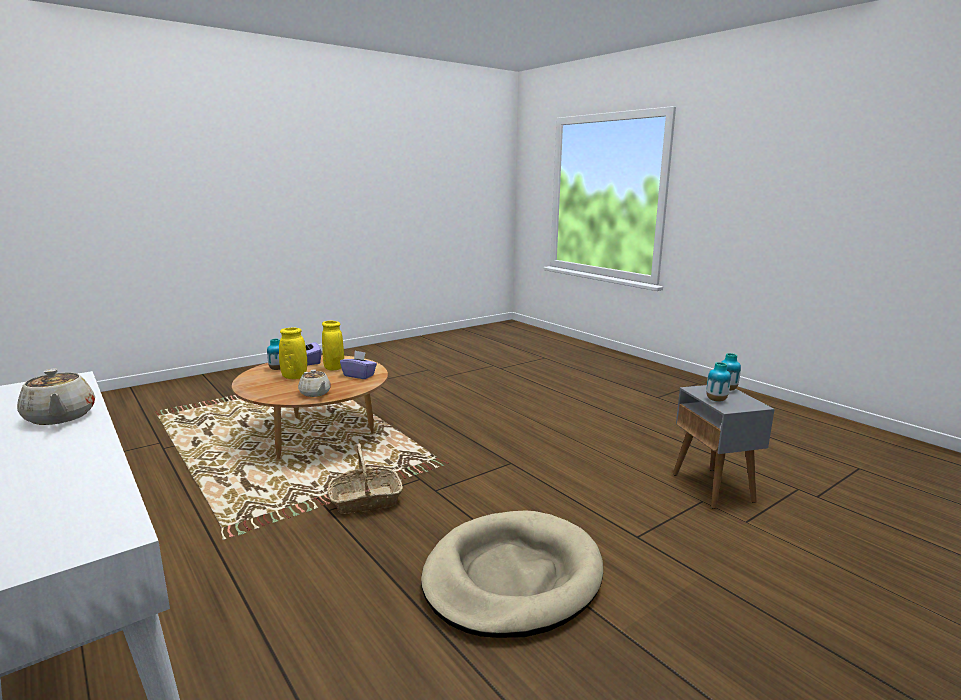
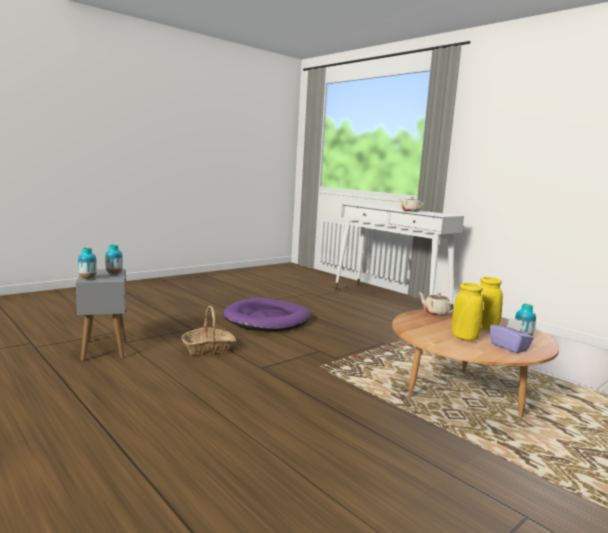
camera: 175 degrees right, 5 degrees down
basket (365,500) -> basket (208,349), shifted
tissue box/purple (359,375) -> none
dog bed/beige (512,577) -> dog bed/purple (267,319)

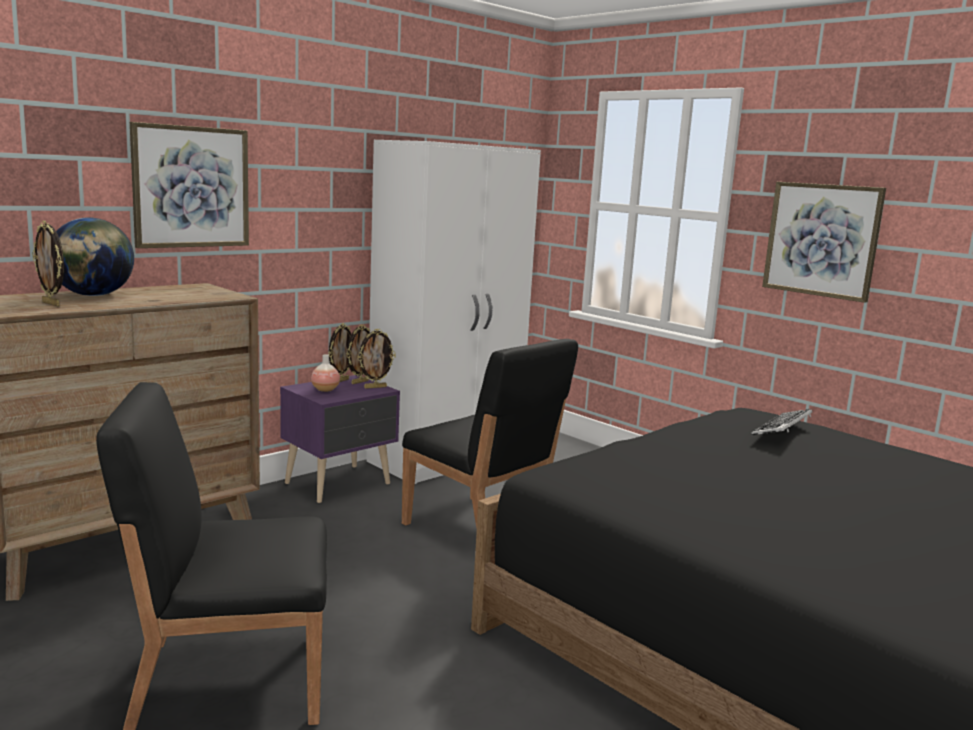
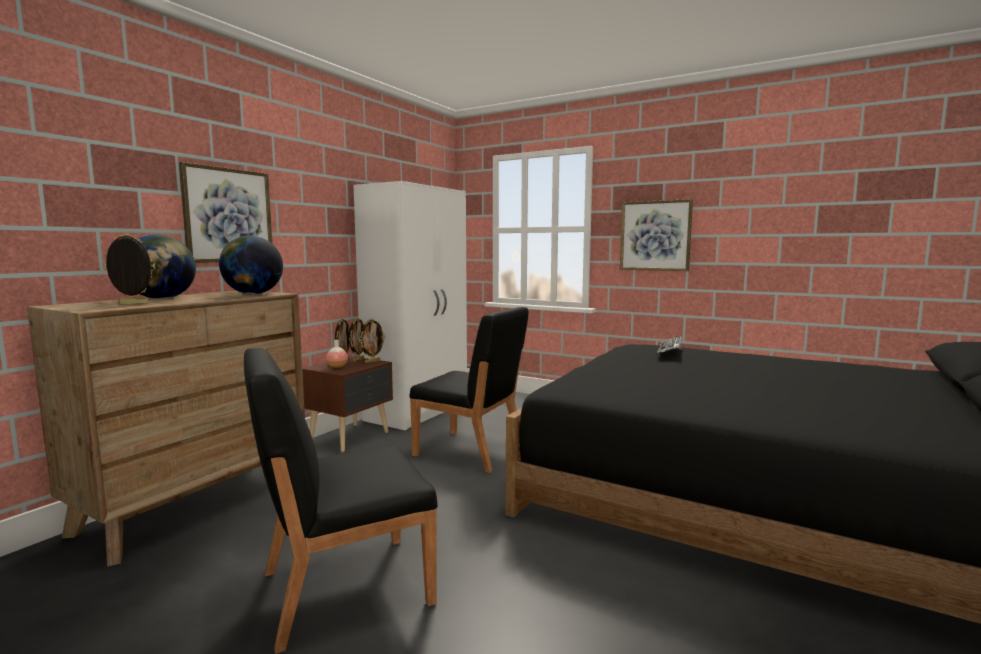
camera: 15 degrees left, 5 degrees down
picture frame (52,304) -> picture frame (132,303), 150 degrees clockwise
nightstand/purple (340,484) -> nightstand/brown (351,437)
none -> globe (253,294)

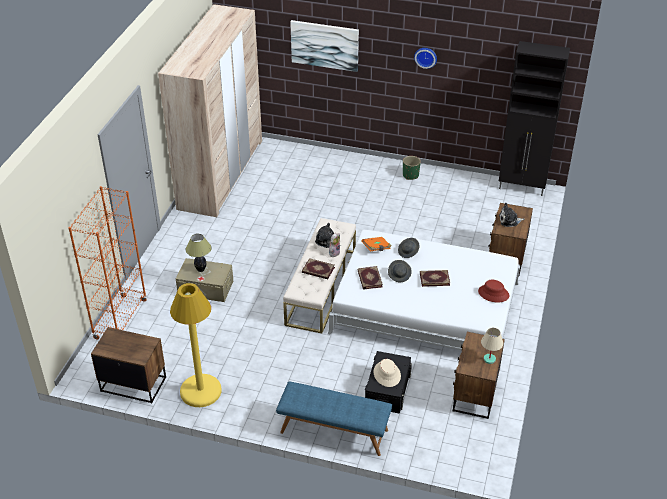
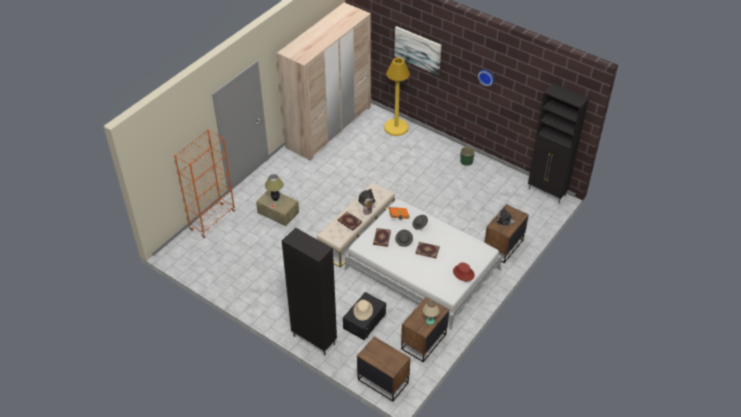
camera: 20 degrees right, 5 degrees up
nightstand/brown (133,384) -> nightstand/brown (383,381), shifted
floor lamp/yellow (200,391) -> floor lamp/yellow (396,127), shifted
bench/blue (334,431) -> cabinet/black (314,339)

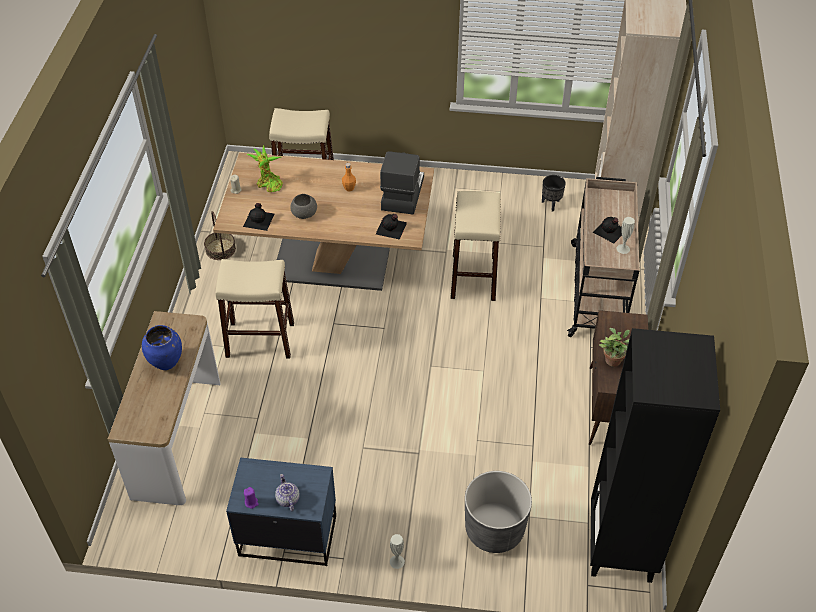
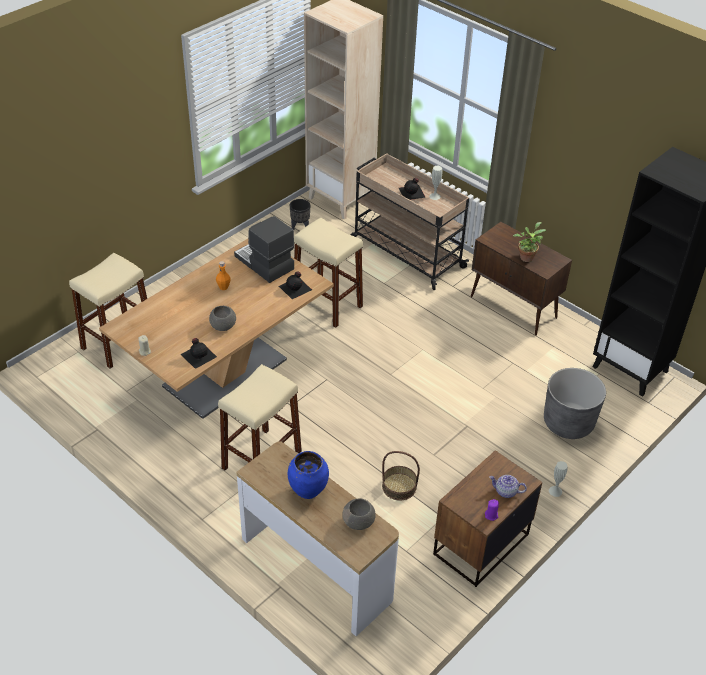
camera: 55 degrees left, 5 degrees down
basket (220,249) -> basket (399,486), shifted
nightstand/blue (287,535) -> nightstand/brown (480,544)
potted plant (268,184) -> none
none -> bowl/grey (359,522)

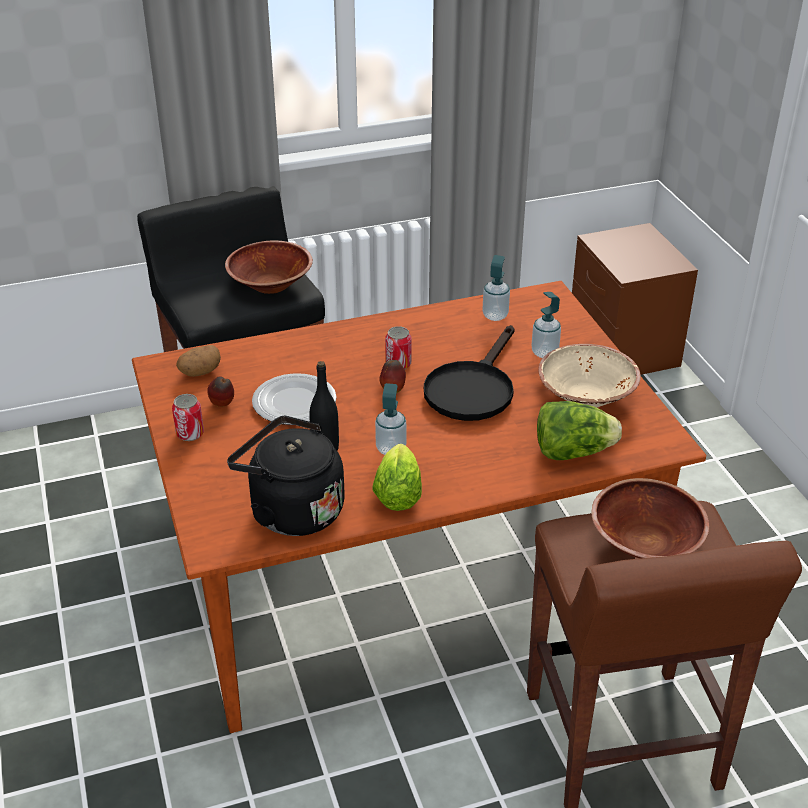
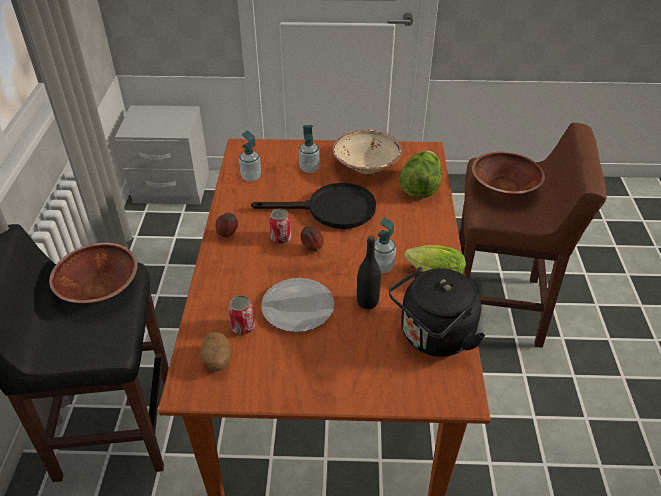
camera: 70 degrees left, 5 degrees up
can (190,434) -> can (243,327), shifted
apple (222,405) -> apple (227,235), shifted
frying pan/black (472,388) -> frying pan/black (331,210), 45 degrees counterclockwise
nightstand/brown (623,347) -> nightstand/grey (172,188)

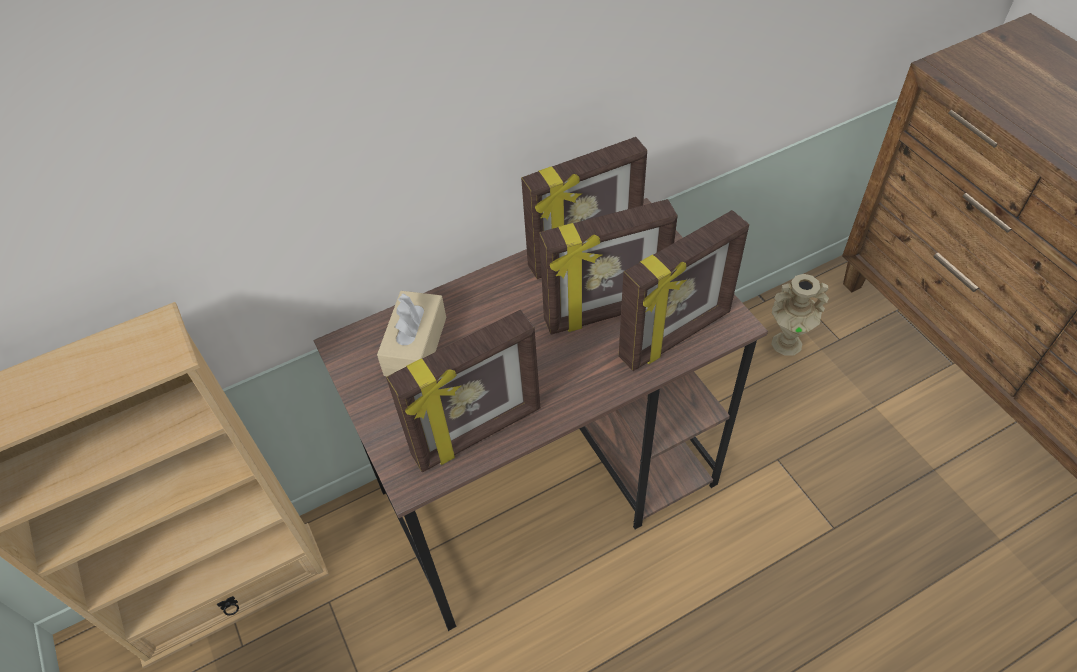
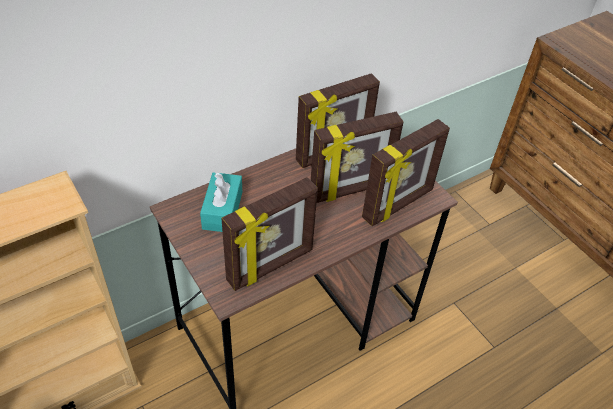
camera: 10 degrees left, 5 degrees down
tissue box/beige (415,346) -> tissue box/turquoise (222,210)
vase/beige (787,343) -> none

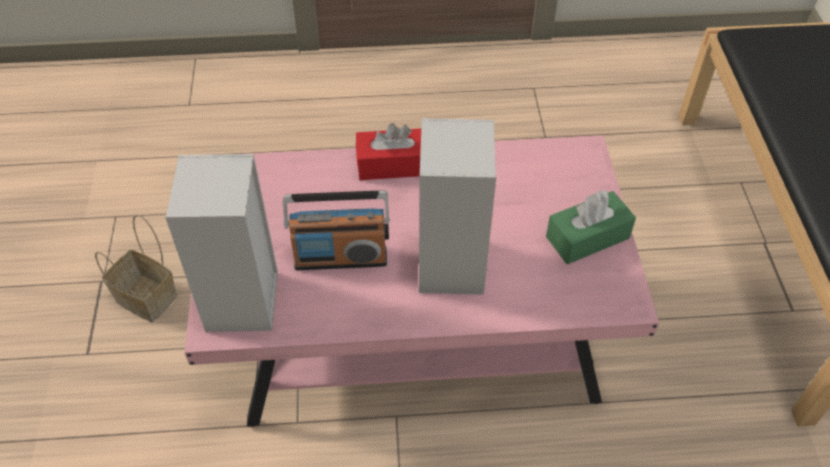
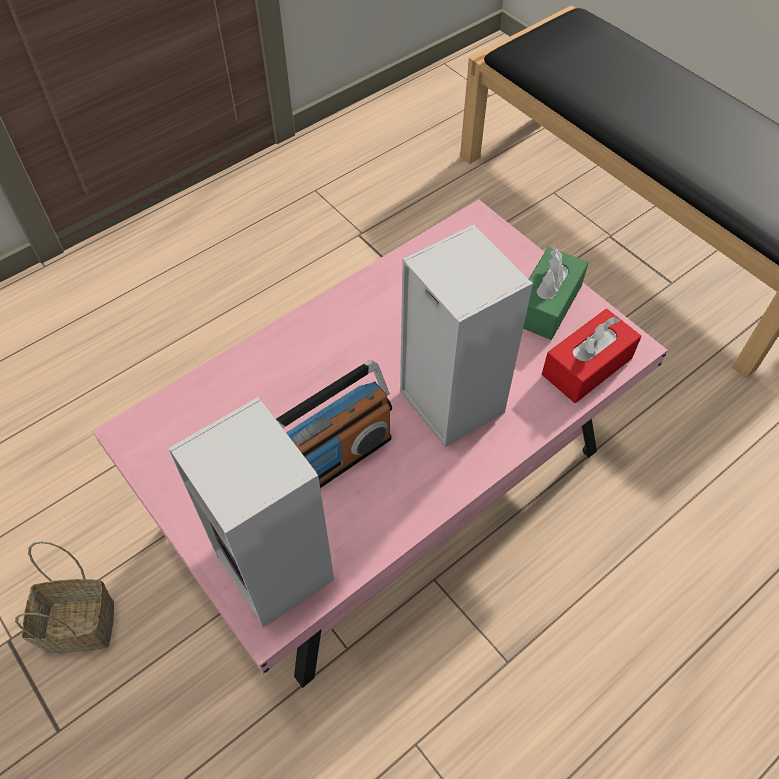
camera: 35 degrees left, 5 degrees up
tissue box/red (393,164) -> tissue box/red (587,366), shifted

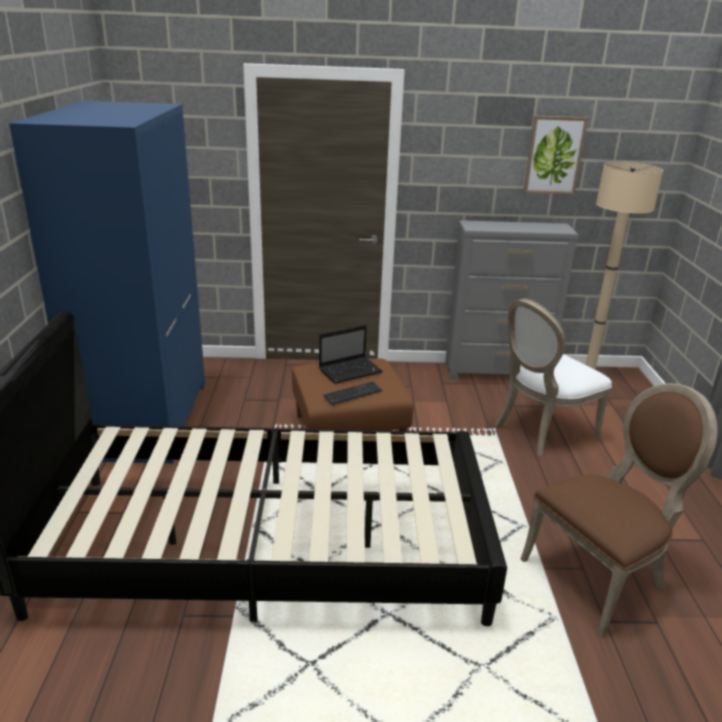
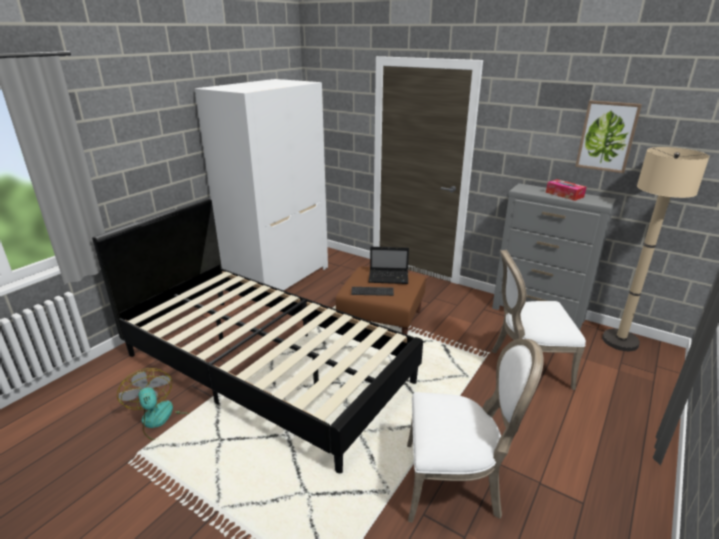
camera: 35 degrees right, 0 degrees up
wardrobe/blue (145,418) -> wardrobe/white (278,278)
chair/brown (599,576) -> chair/white (455,483)
none -> fan (160,421)
none -> tissue box (564,195)

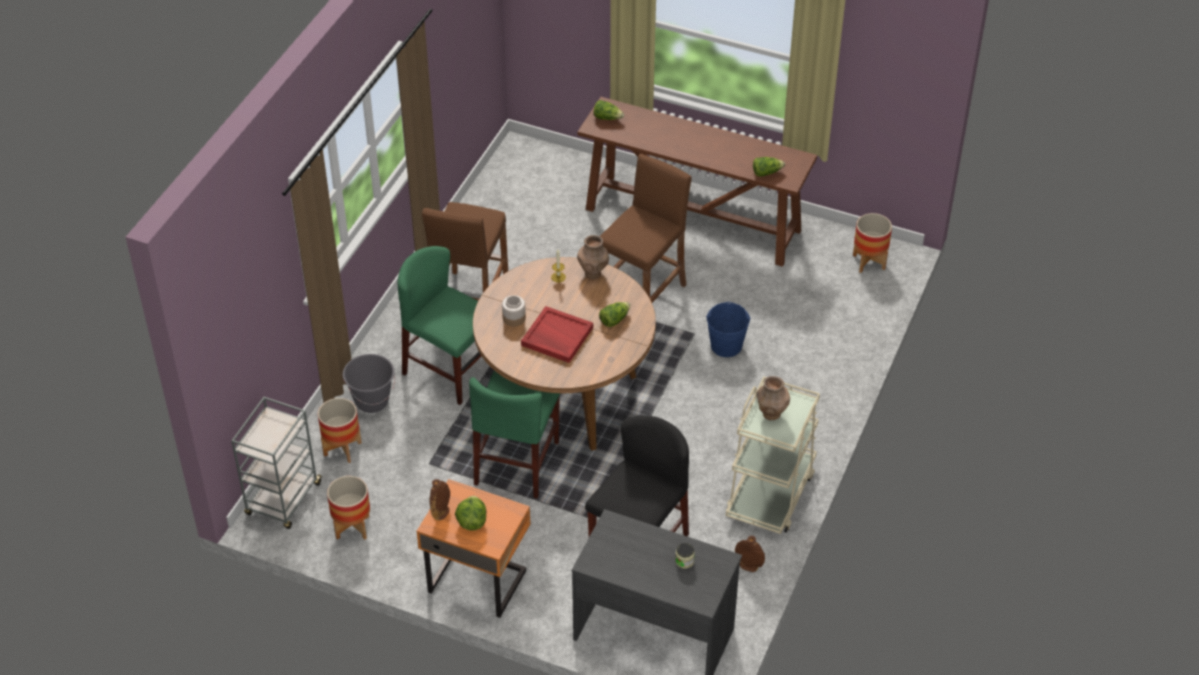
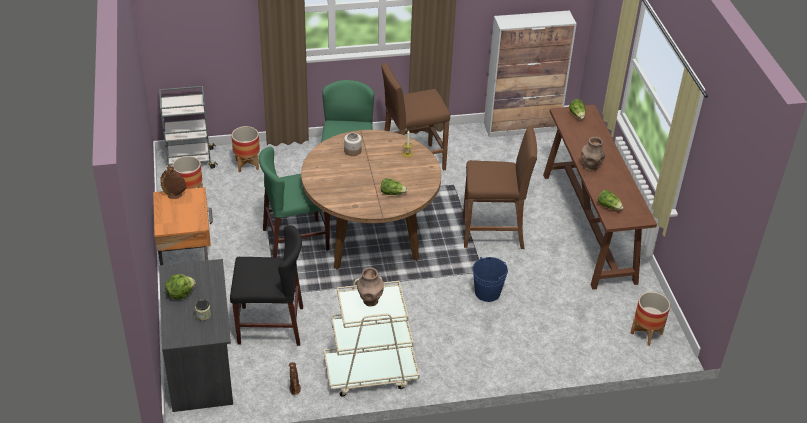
camera: 55 degrees right, 5 degrees down
bucket/grey (372,401) -> none
lettuce (471,522) -> lettuce (180,294), shifted
tray/red (556,337) -> none
vase/brown (593,273) -> vase/brown (590,167), shifted
none -> cabinet (522,127)

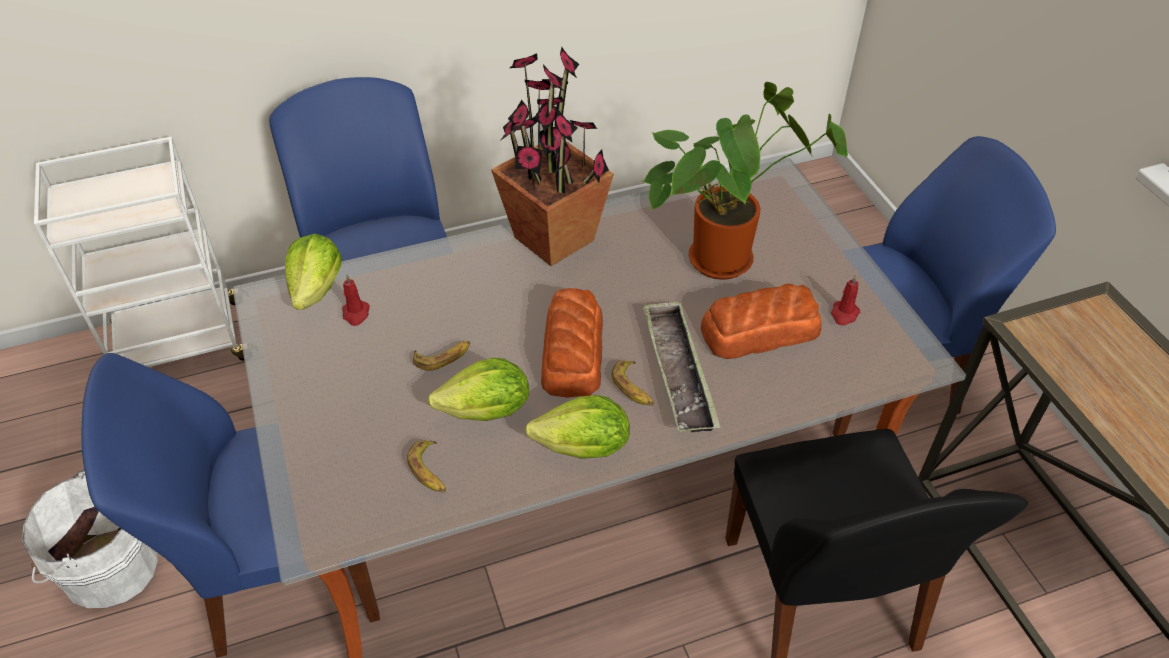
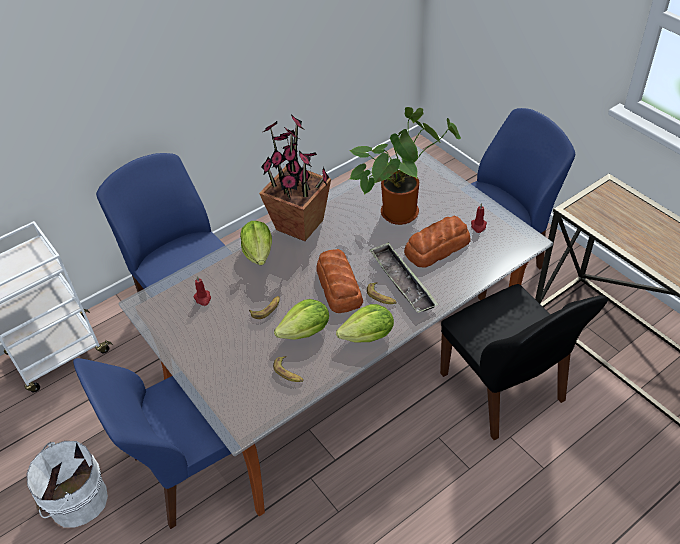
camera: 15 degrees left, 0 degrees up
lettuce (317,289) -> lettuce (259,253), shifted

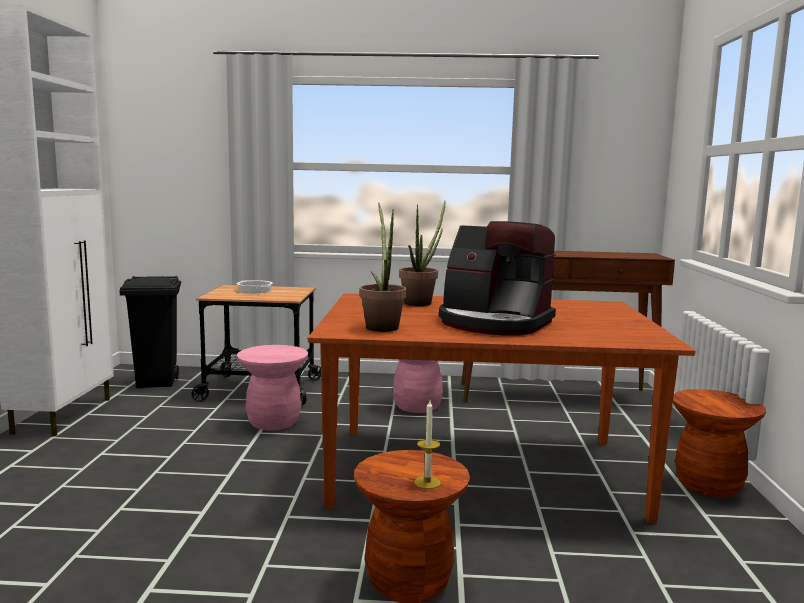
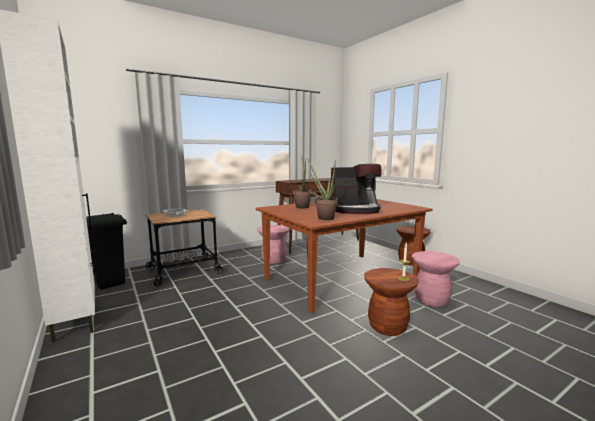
camera: 35 degrees left, 0 degrees up
stool/pink (273,422) -> stool/pink (431,300), shifted

